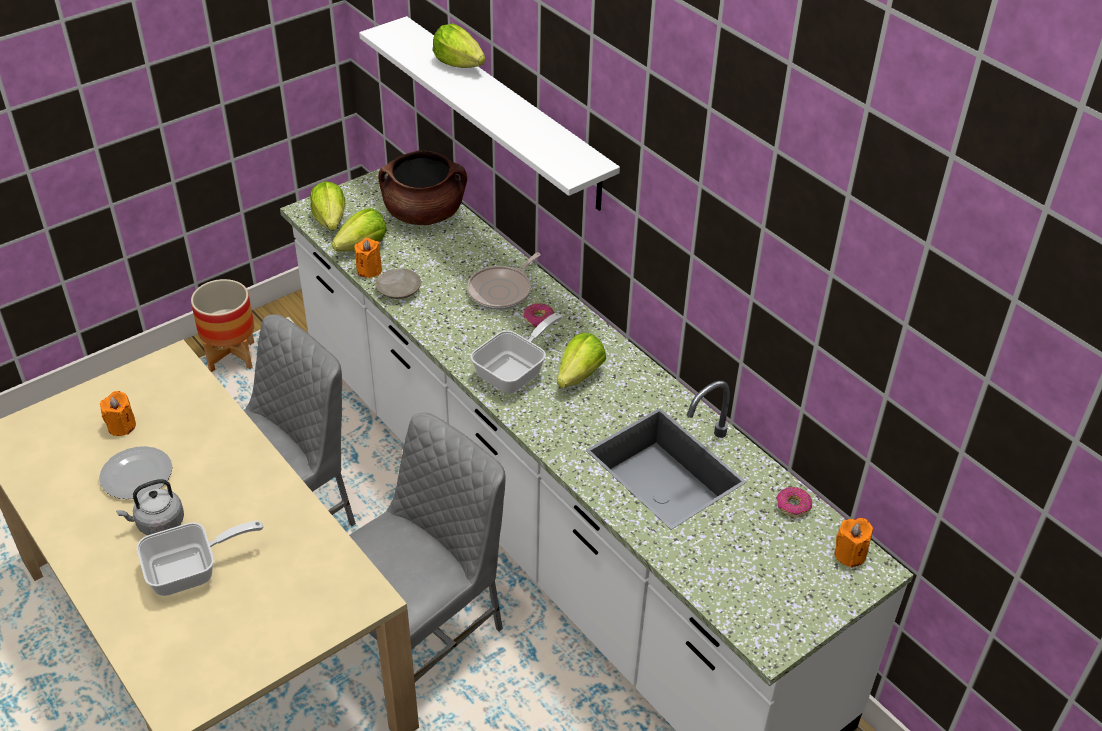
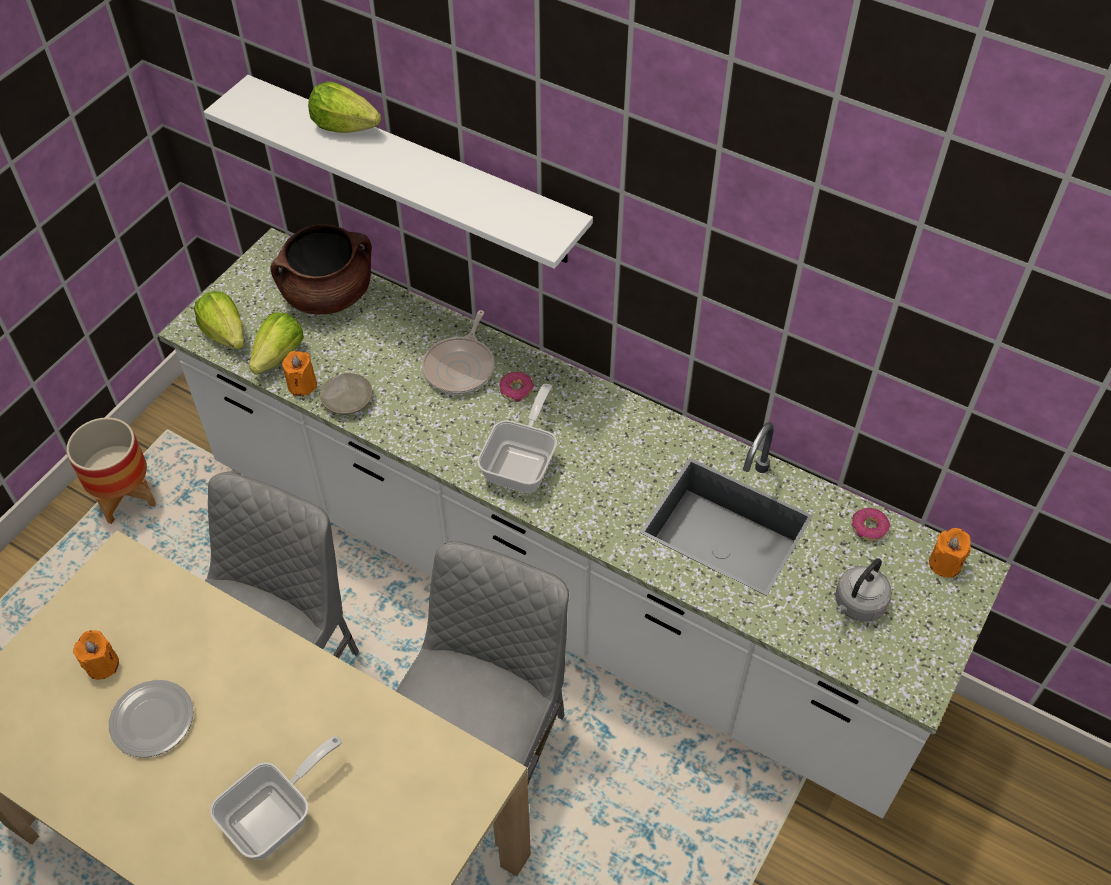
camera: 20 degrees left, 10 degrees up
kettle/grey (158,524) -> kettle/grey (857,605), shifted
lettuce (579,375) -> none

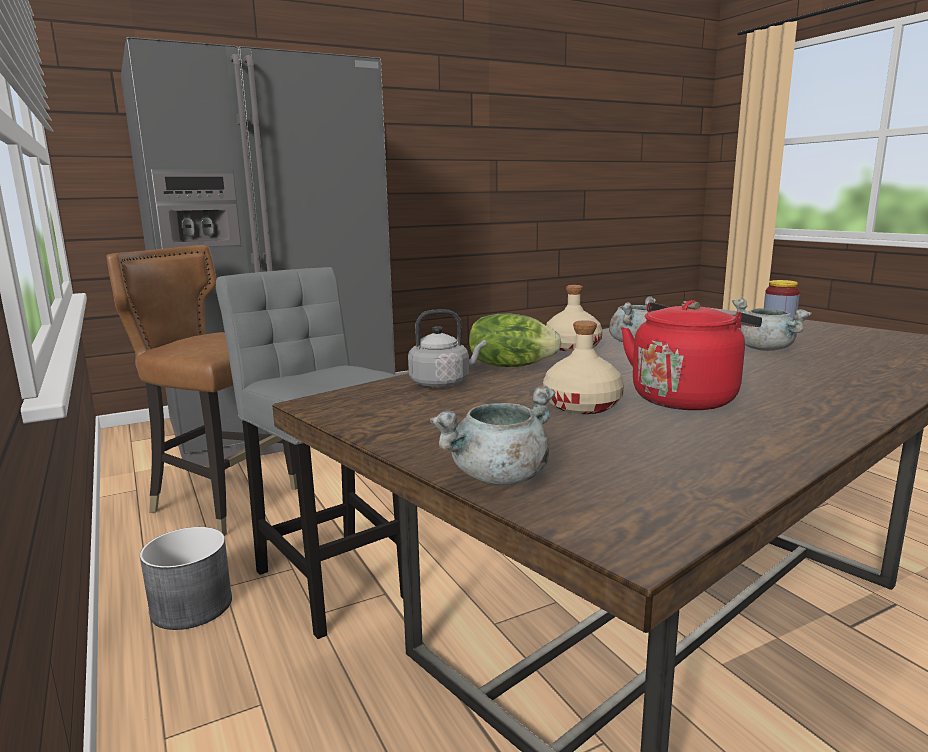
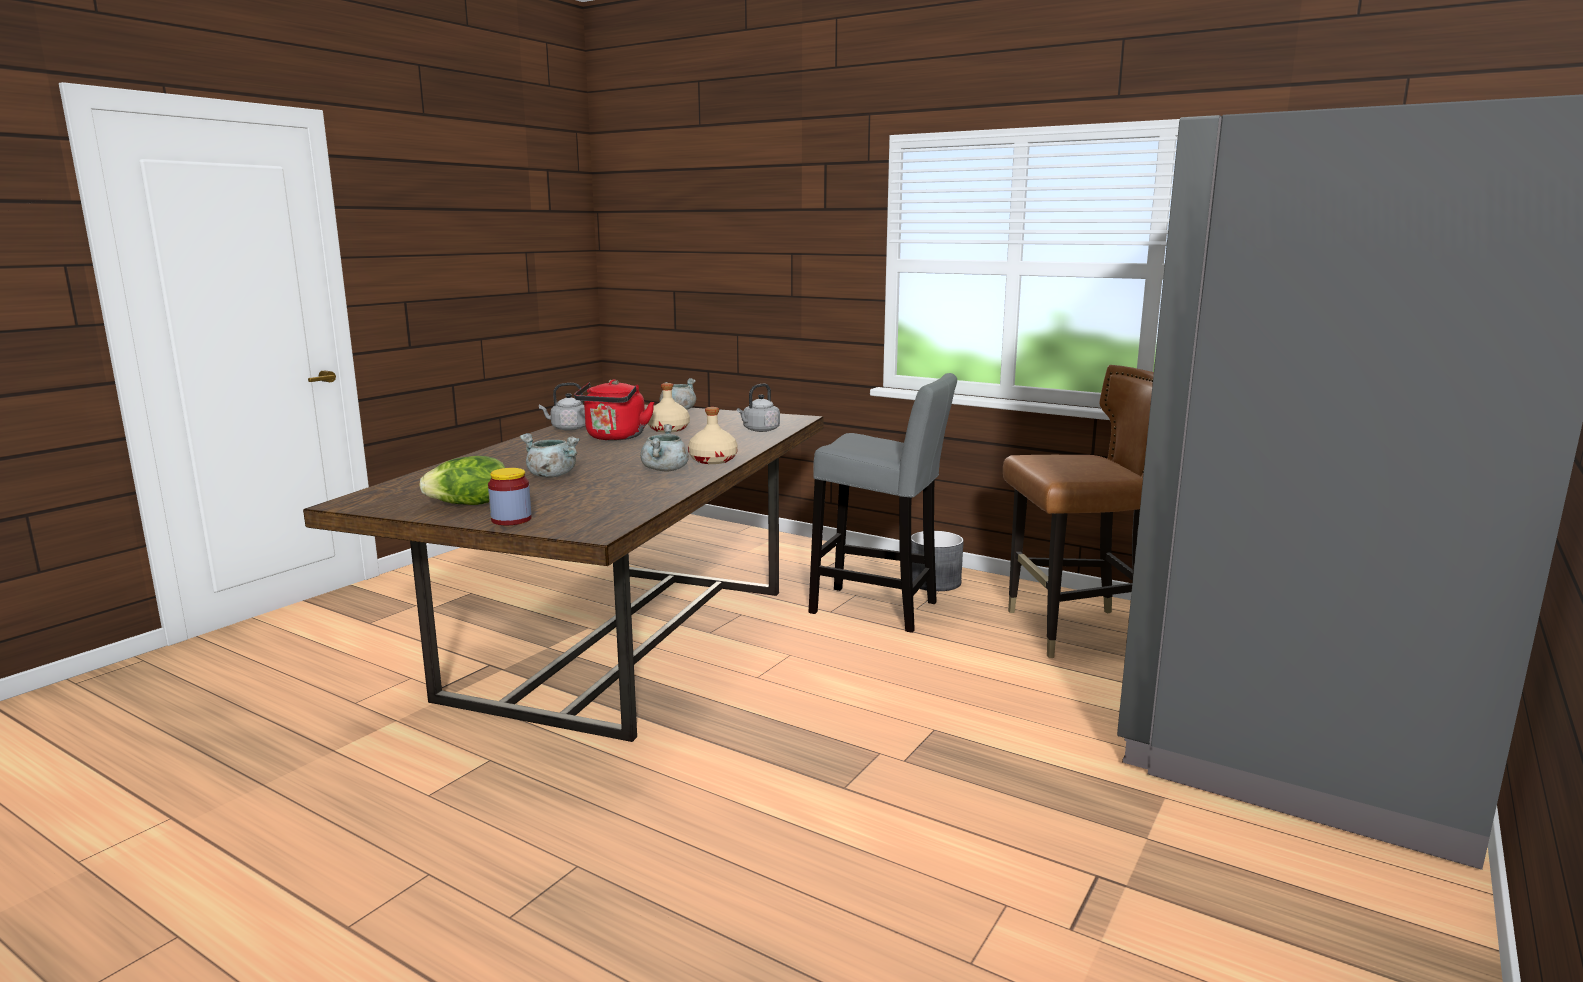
camera: 150 degrees right, 0 degrees up
lettuce (510,365) -> lettuce (470,504), shifted
none -> kettle/grey (567,428)

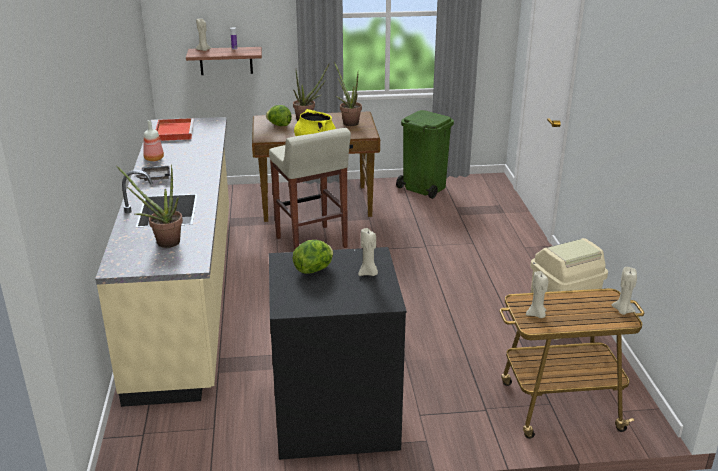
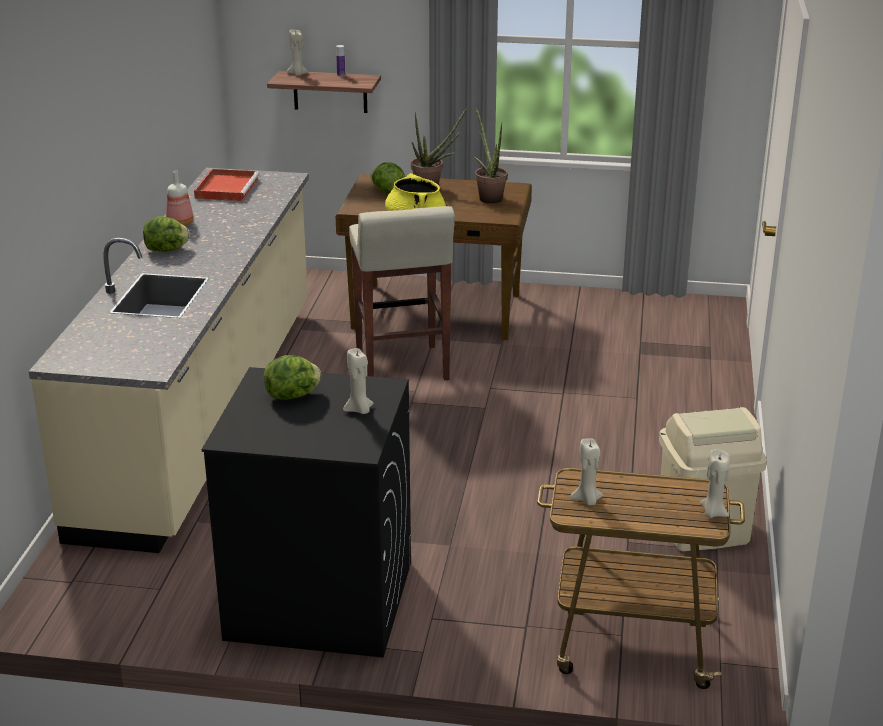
camera: 15 degrees right, 0 degrees up
potted plant (163,242) -> none
tray/grey (154,178) -> lettuce (167,250)
trash can/green (423,188) -> none

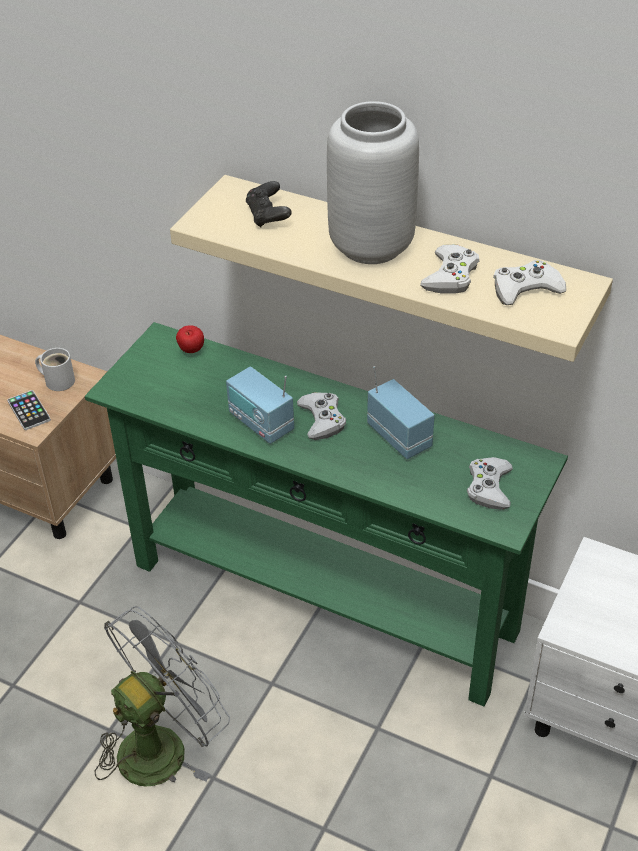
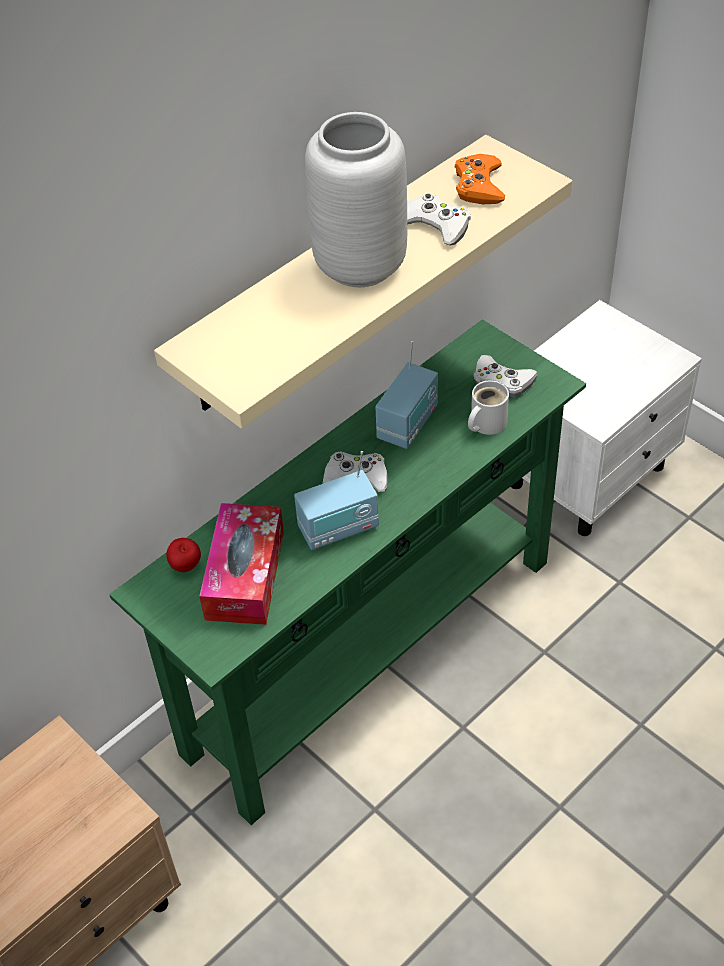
camera: 70 degrees left, 5 degrees up
phone (29,411) -> none
mug/white (58,380) -> mug/white (485,423), shifted
fan/grey (162,744) -> none
game controller/black (268,216) -> none
radio (400,436) -> radio (408,424), 135 degrees clockwise
game controller/white (525,289) -> game controller/orange (479,185)
none -> tissue box (245,574)

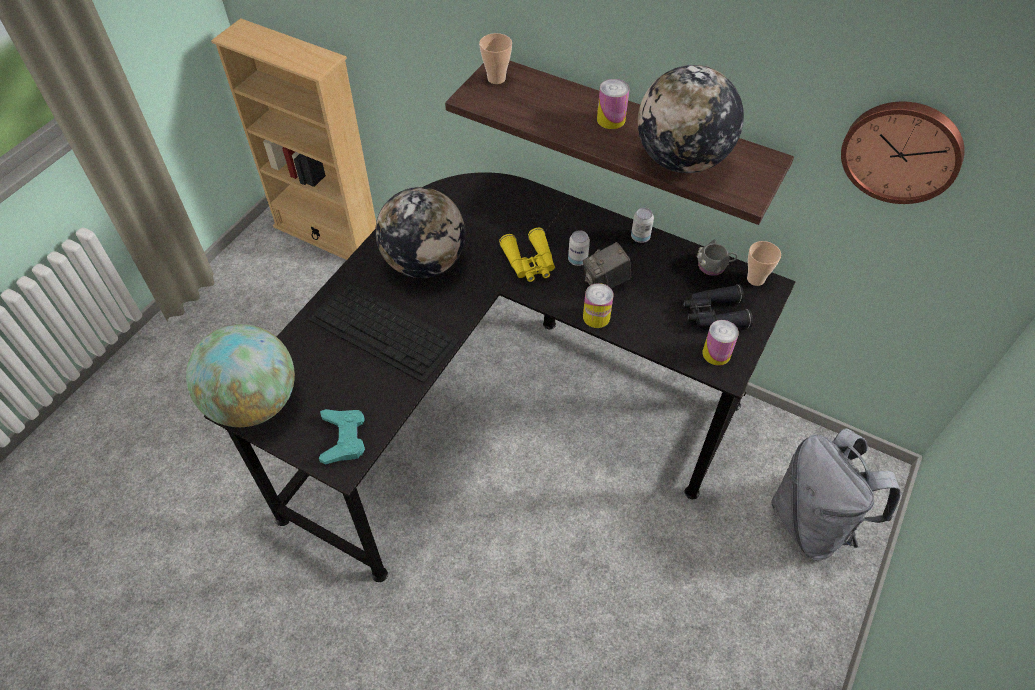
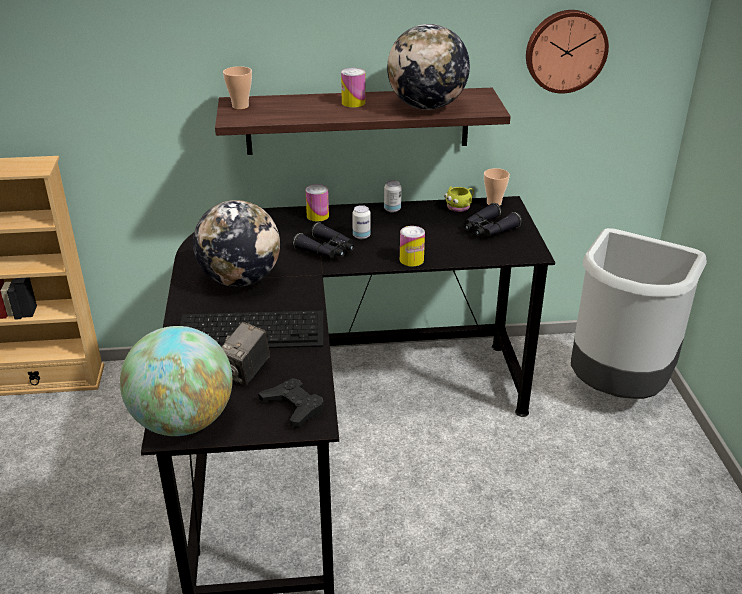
camera: 35 degrees left, 20 degrees down
game controller/turquoise (343,438) -> game controller/black (293,407)
binoculars/yellow (529,263) -> binoculars/black (327,250)
photo camera (605,283) -> photo camera (246,372), shifted
mug/grey (714,266) -> mug/yellow (460,206)
can (716,354) -> can (317,216), shifted
backpack/grey (813,522) -> trash can/grey (616,389)

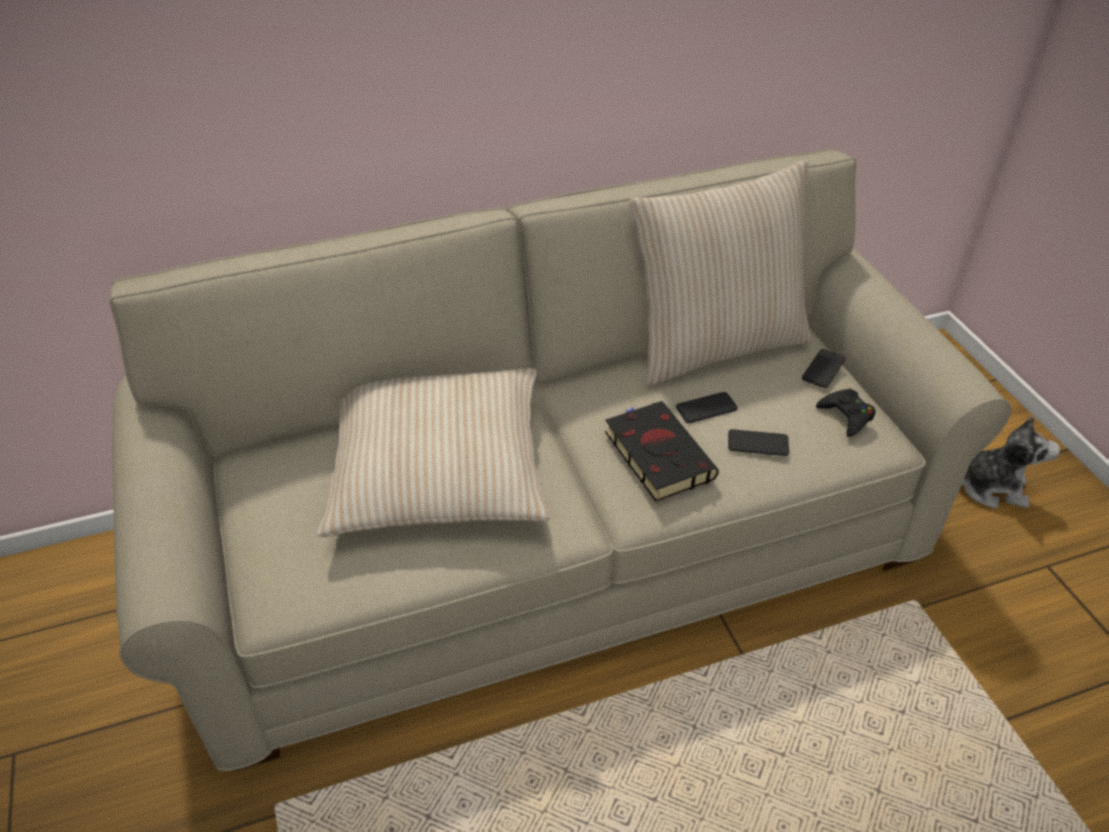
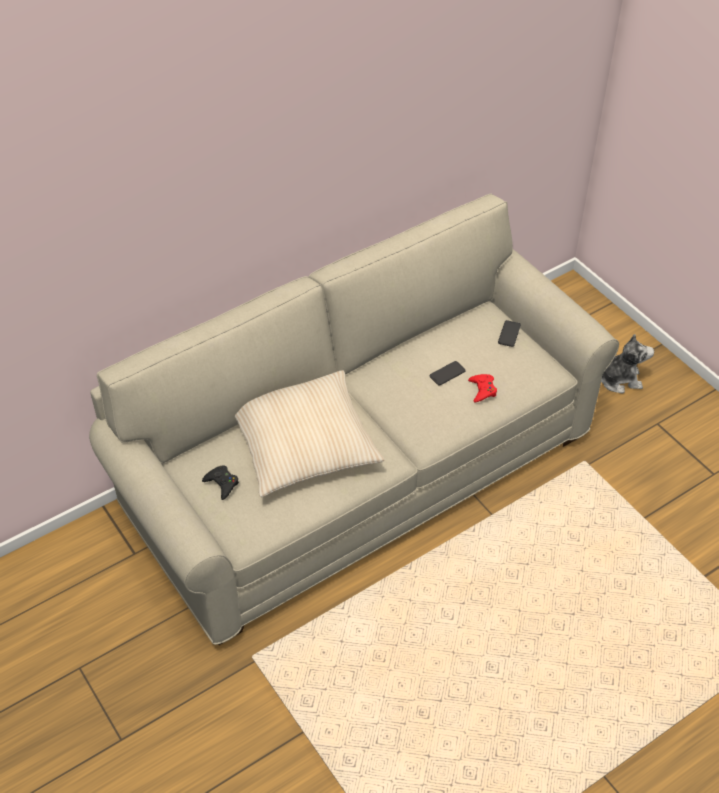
camera: 15 degrees left, 5 degrees up
book/black (656,453) -> none
pillow/beige (715,345) -> none
phone (758,443) -> game controller/red (482,390)
game controller/black (846,416) -> game controller/black (222,484), shifted

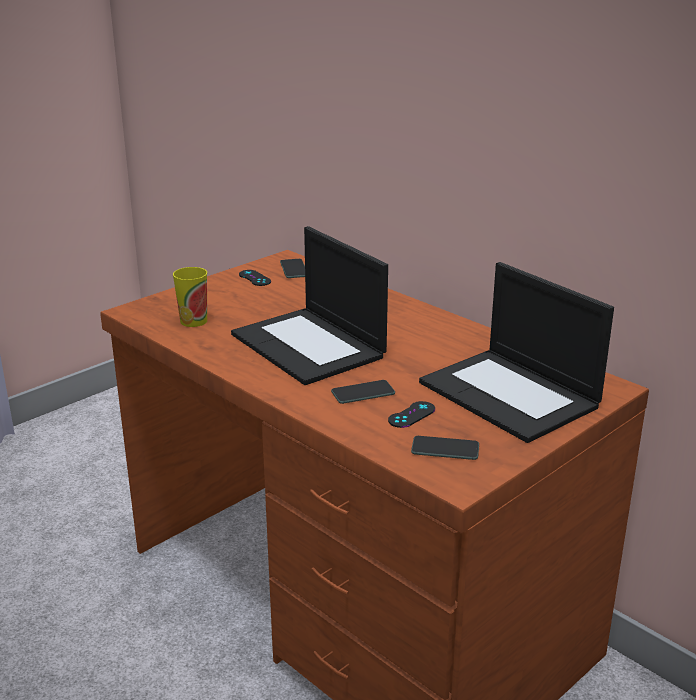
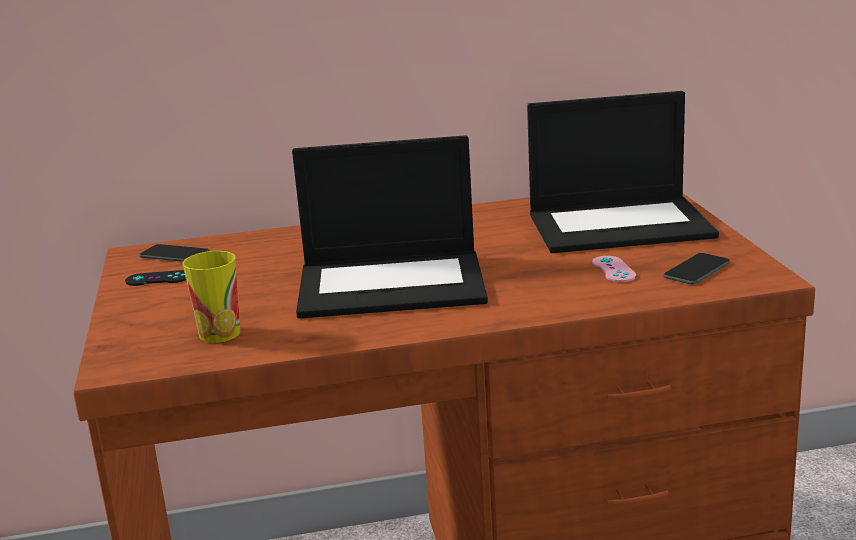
camera: 55 degrees left, 5 degrees down
phone (363,393) -> none
game controller/black (411,415) -> game controller/pink (613,269)

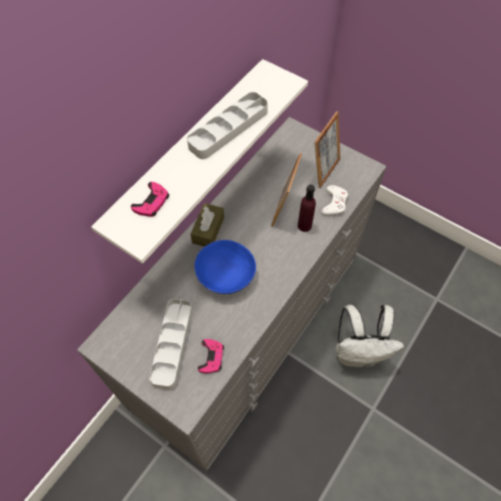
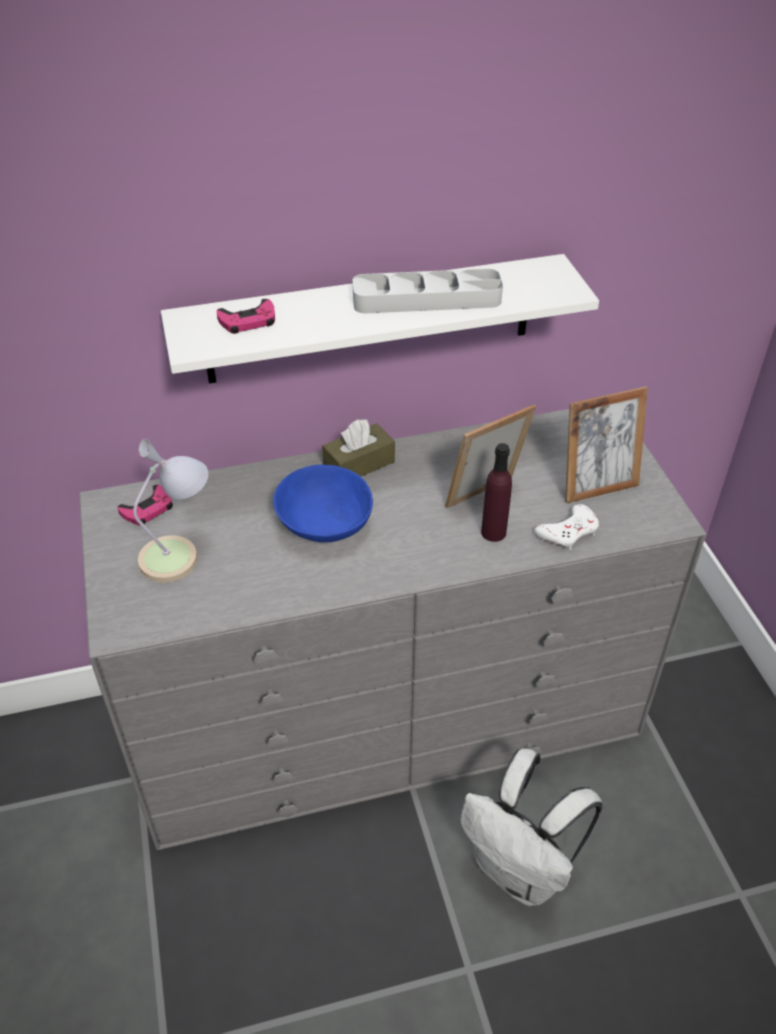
camera: 40 degrees right, 15 degrees down
tray/grey (172,344) -> table lamp (180,554)
game controller/pink (211,357) -> game controller/pink (148,509), shifted

